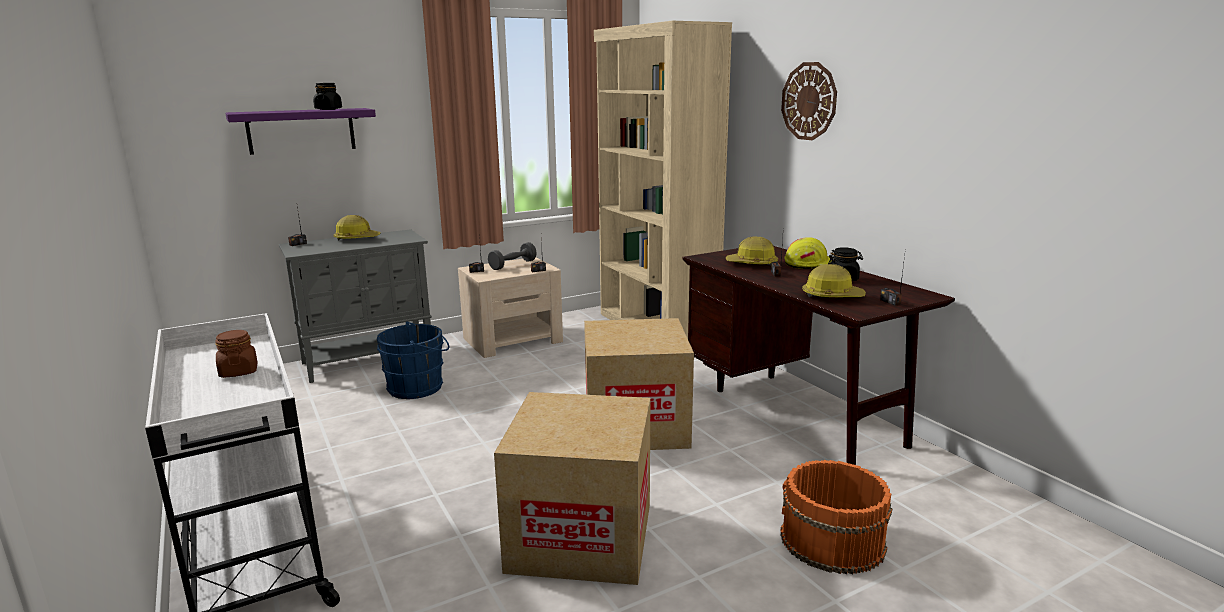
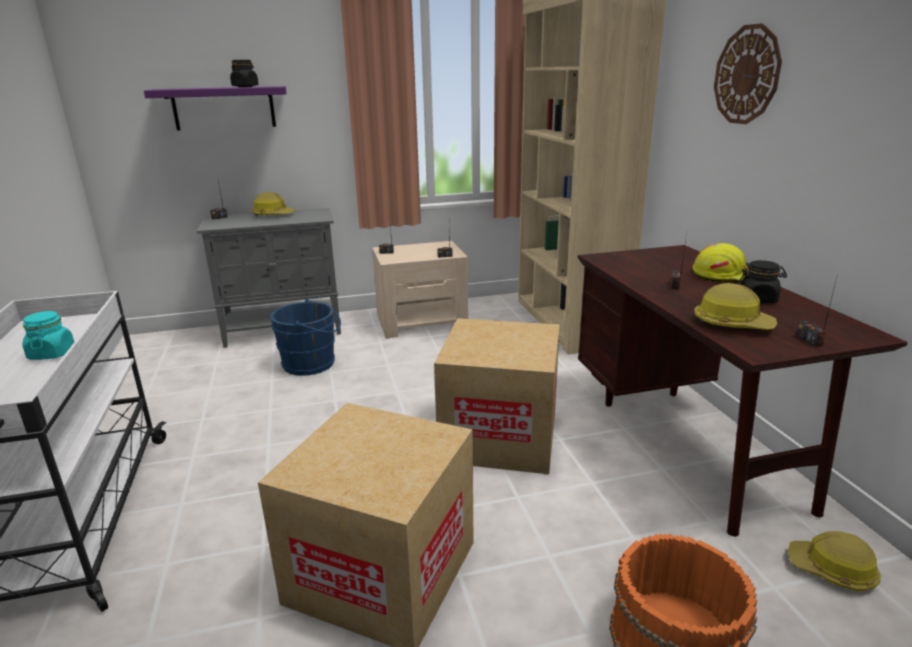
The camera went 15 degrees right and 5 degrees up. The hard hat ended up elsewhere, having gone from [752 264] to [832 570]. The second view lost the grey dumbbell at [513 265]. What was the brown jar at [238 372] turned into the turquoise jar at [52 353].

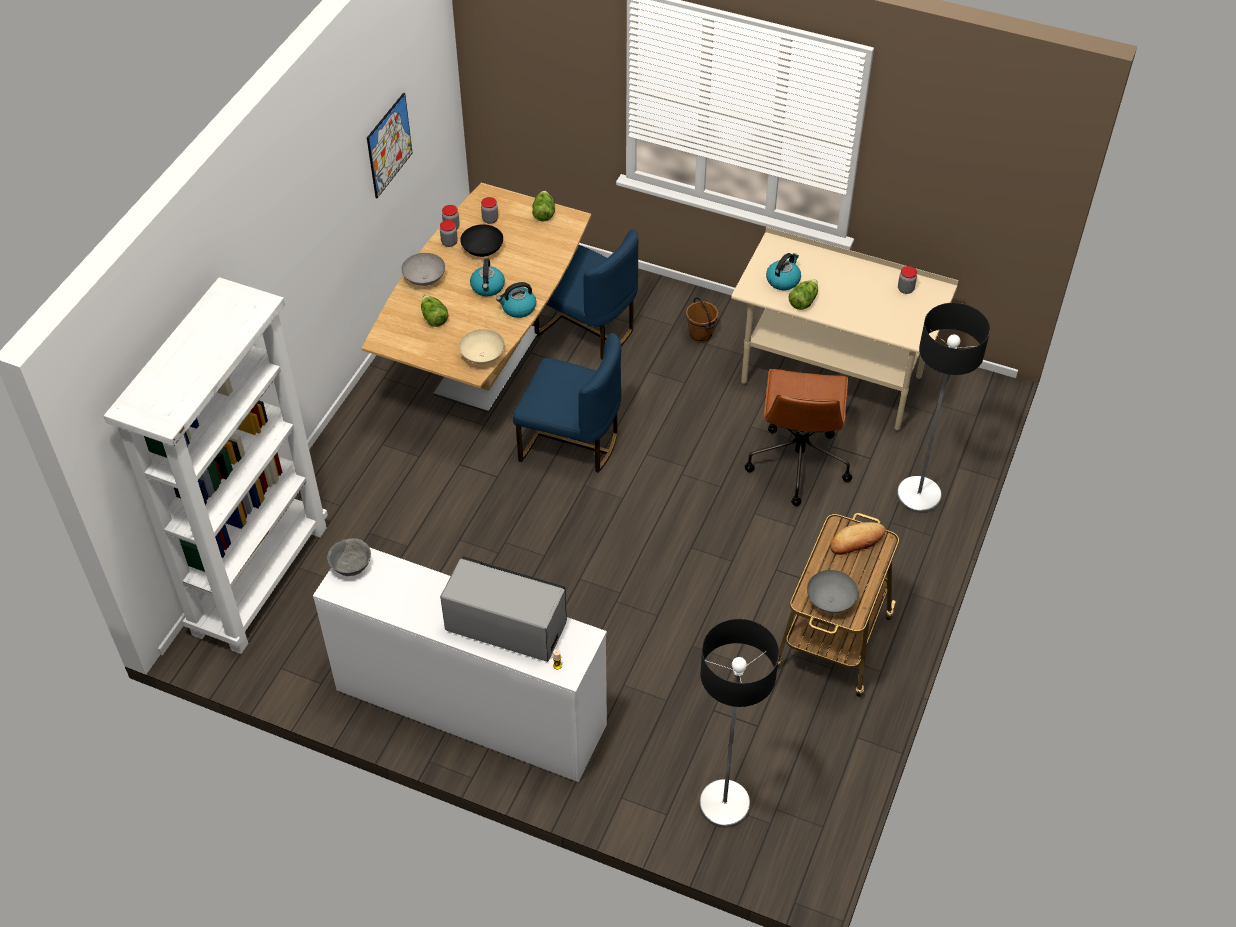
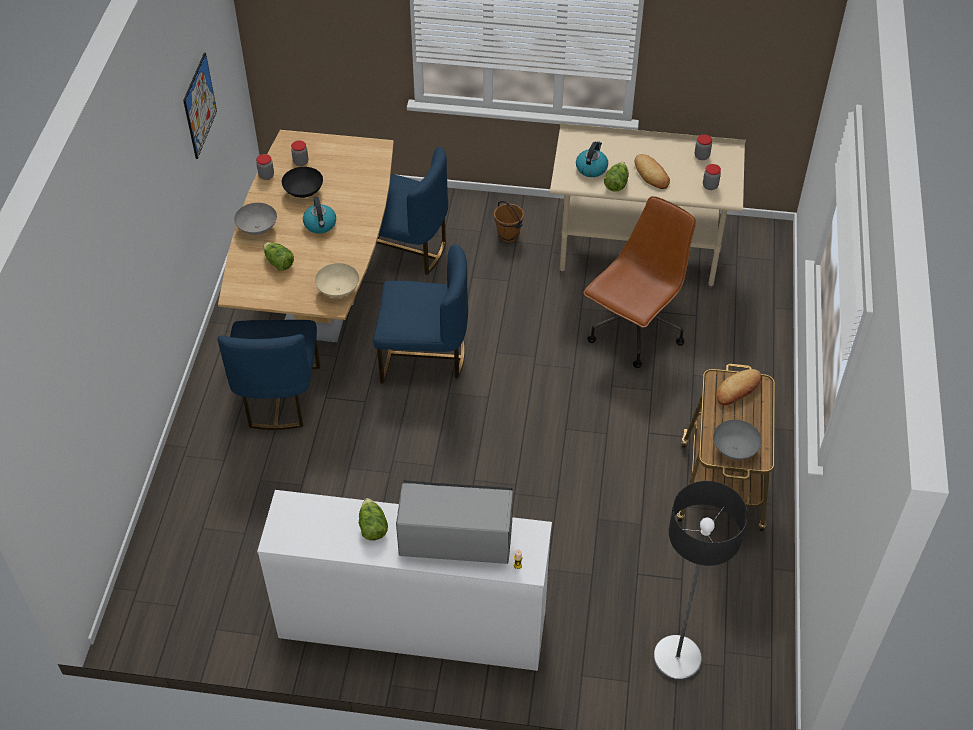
The camera went 15 degrees left and 0 degrees up. The lettuce ended up elsewhere, having gone from [543 213] to [372 526]. The jar ended up elsewhere, having gone from [449 242] to [710 186]. The second view lost the white bookcase at [260 578]. The second view lost the kettle at [518 308]. The second view lost the floor lamp at [919 495]. The brown office chair at [798 462] ended up facing another way, 135 degrees counterclockwise from before. The second view lost the grey bowl at [351 566]. The second view gained the bread at [651 174]. The second view gained the blue chair at [278 396].

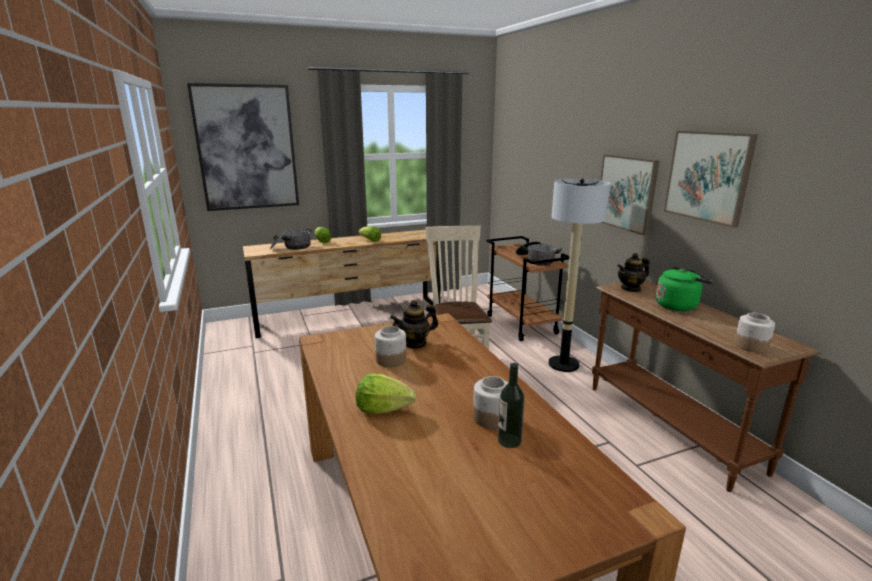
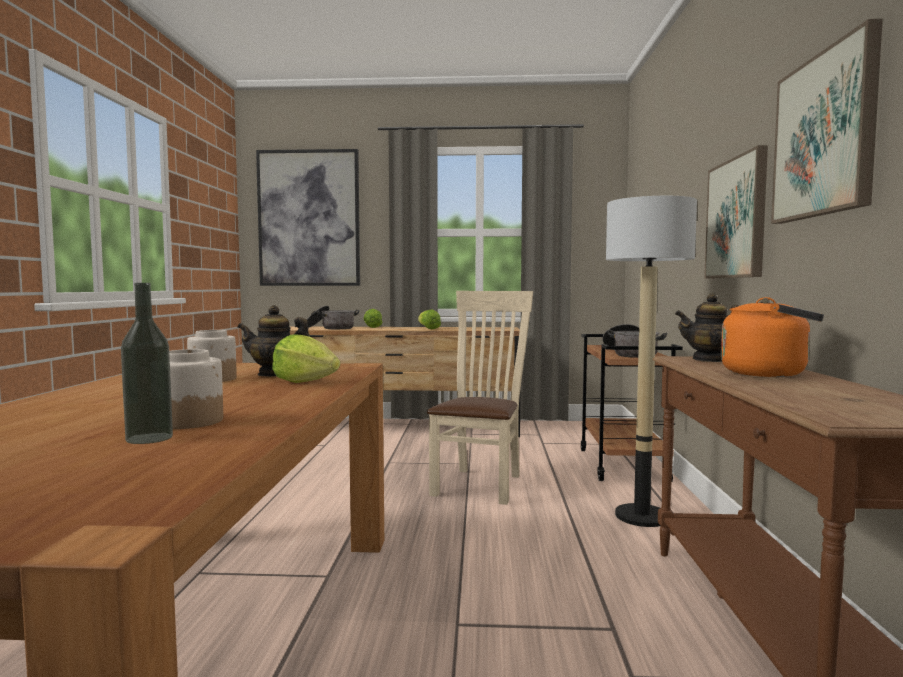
The camera went 25 degrees right and 15 degrees down. What was the green kettle at [678 305] turned into the orange kettle at [769 374]. The second view lost the jar at [750 346]. The lettuce ended up elsewhere, having gone from [383 409] to [305 382].

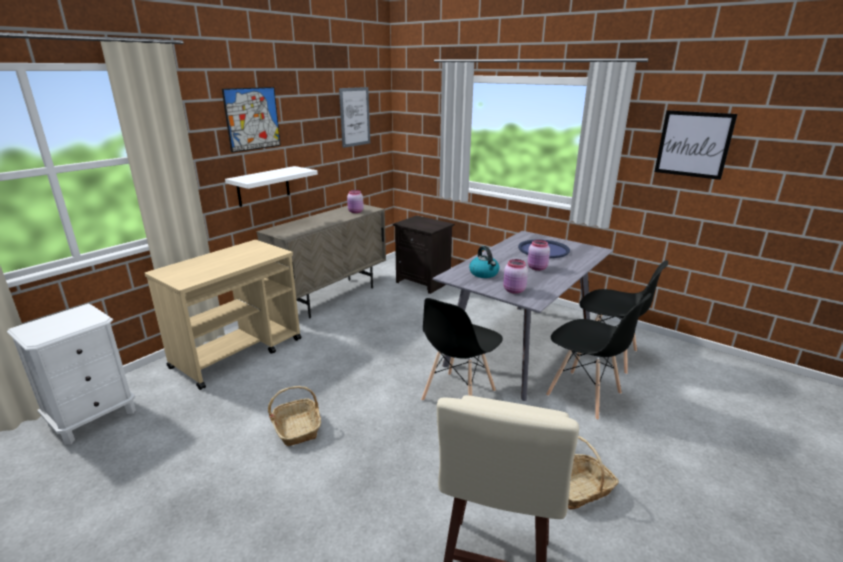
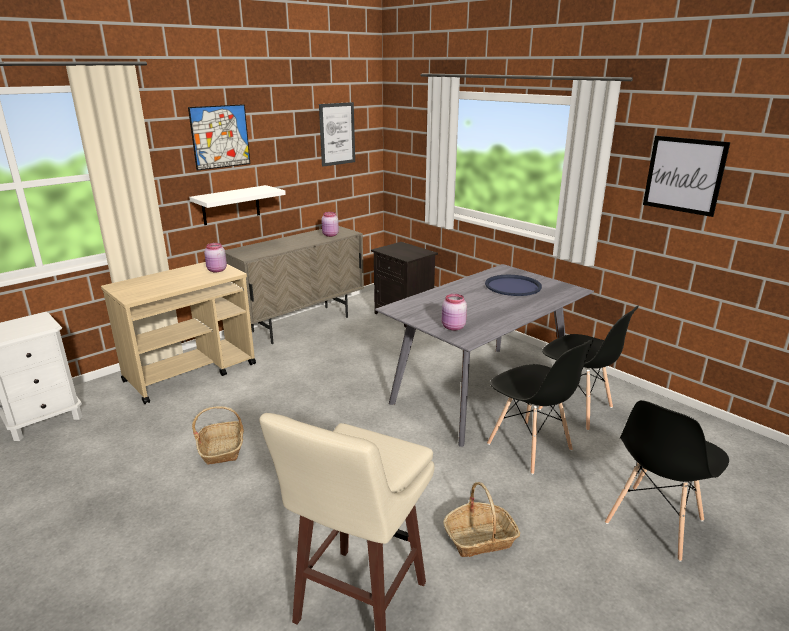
The camera went 10 degrees right and 0 degrees up. The pink jar ended up elsewhere, having gone from [537 268] to [216 270]. The second view lost the kettle at [484 273]. The black chair ended up elsewhere, having gone from [458 396] to [654 522].

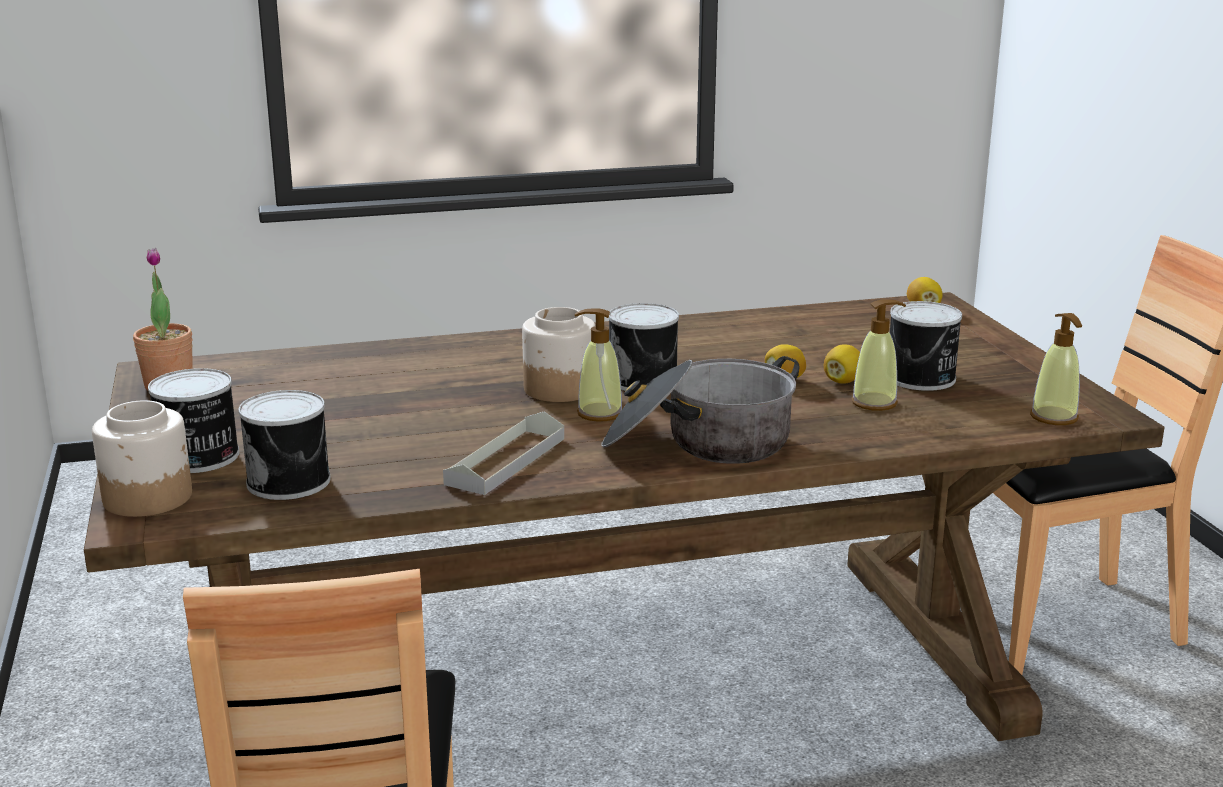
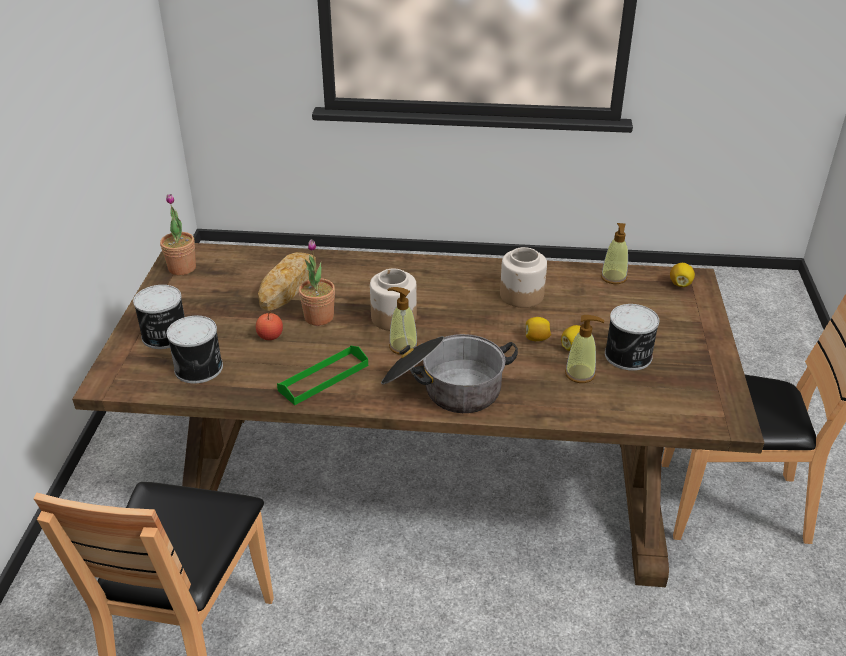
The camera went 20 degrees right and 15 degrees up. The second view lost the can at [645 380]. The soap dispenser ended up elsewhere, having gone from [1054 417] to [613 277]. The jar ended up elsewhere, having gone from [149 497] to [522 295]. What was the grey tray at [506 461] turned into the green tray at [323 378]. The second view gained the potted plant at [319 317]. The second view gained the bread at [289 286]. The second view gained the apple at [270 336].

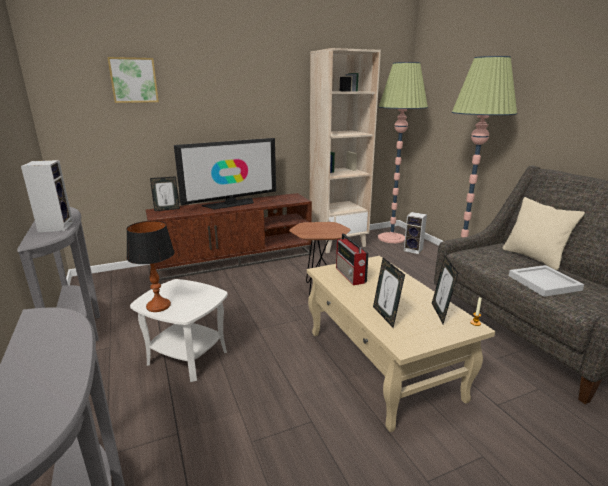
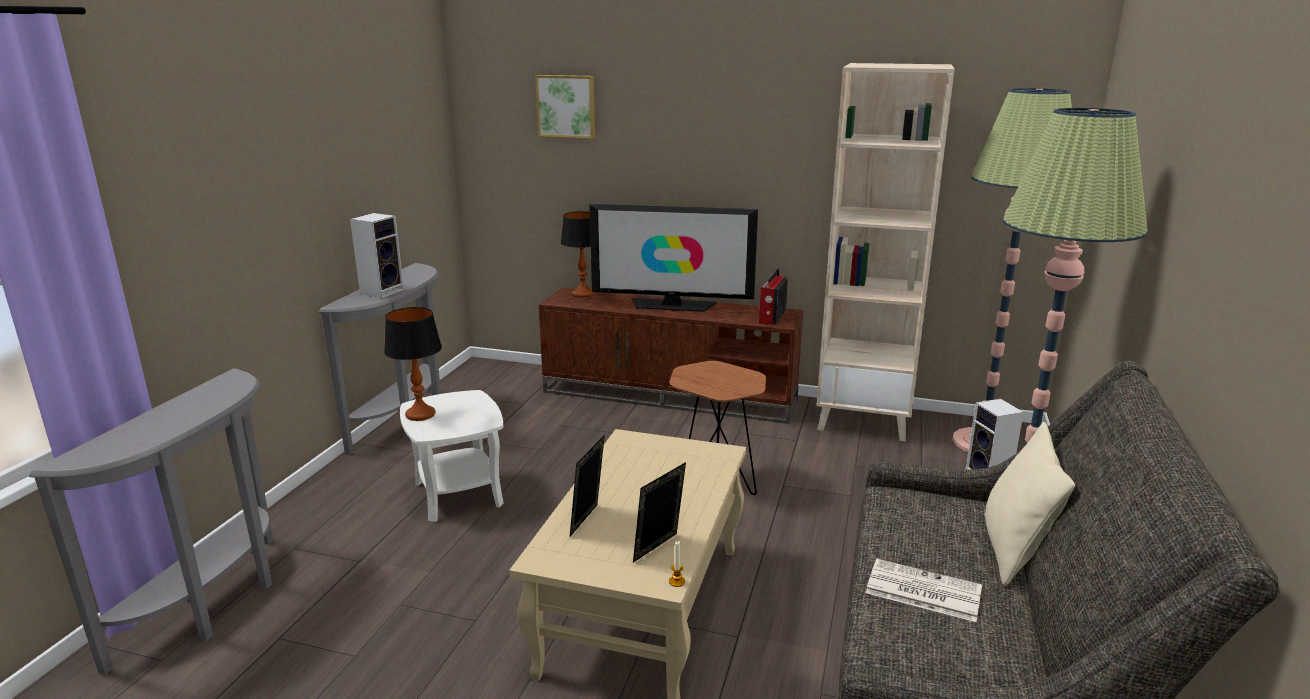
The camera went 40 degrees right and 0 degrees up. Where the picture frame stood at [167 209], the table lamp came to stand at [583 294]. The radio ended up elsewhere, having gone from [350 275] to [771 317]. Where the white tray stood at [544 283], the newspaper came to stand at [921 591].

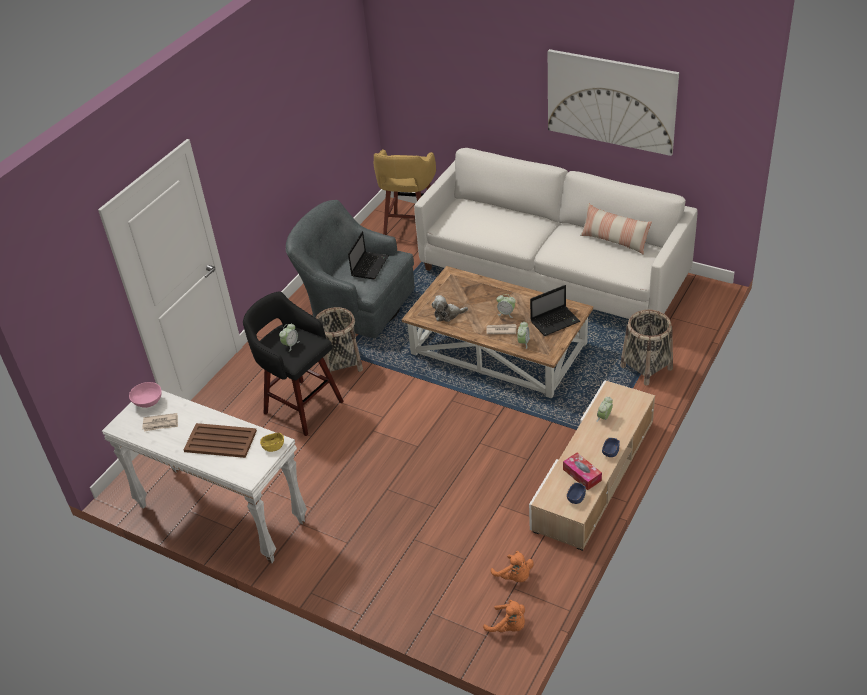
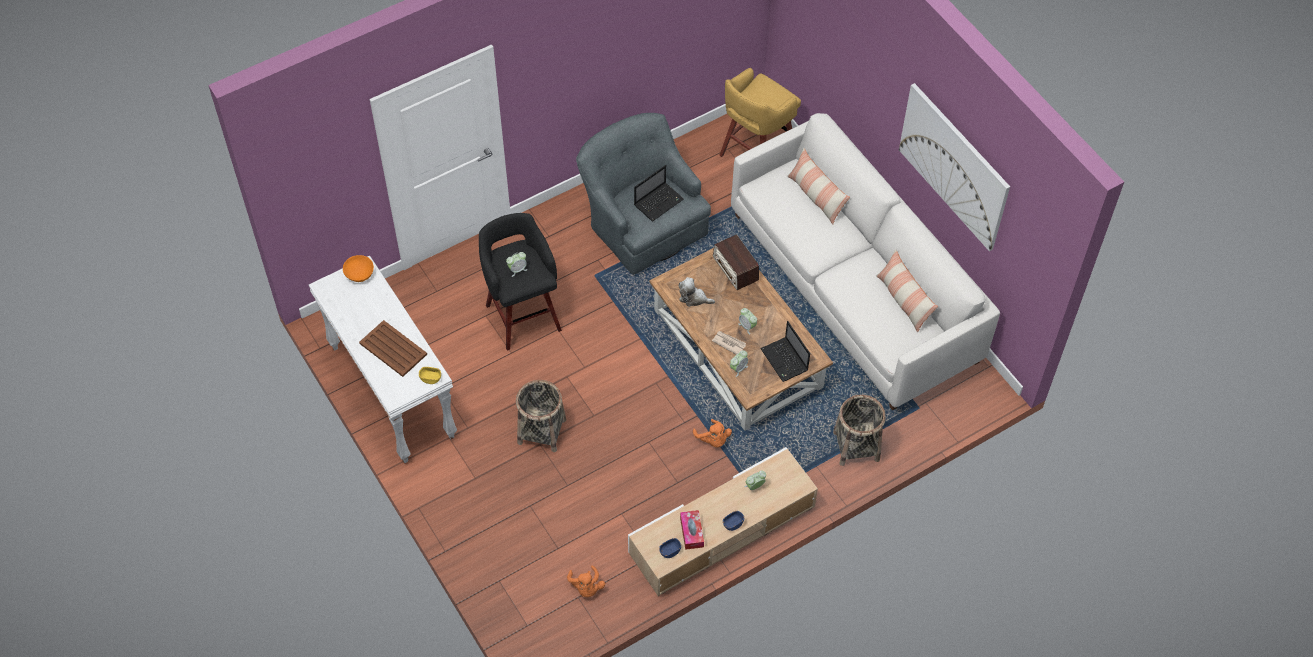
The camera went 25 degrees right and 15 degrees up. The laptop at [555 321] ended up facing another way, 60 degrees clockwise from before. The basket ended up elsewhere, having gone from [341 363] to [542 431]. What was the pink bowl at [148 402] turned into the orange bowl at [359 274]. The second view lost the newspaper at [161 423]. The orange plush toy ended up elsewhere, having gone from [508 626] to [713 440]. The second view gained the pillow at [816 196]. The second view gained the radio at [735 269].

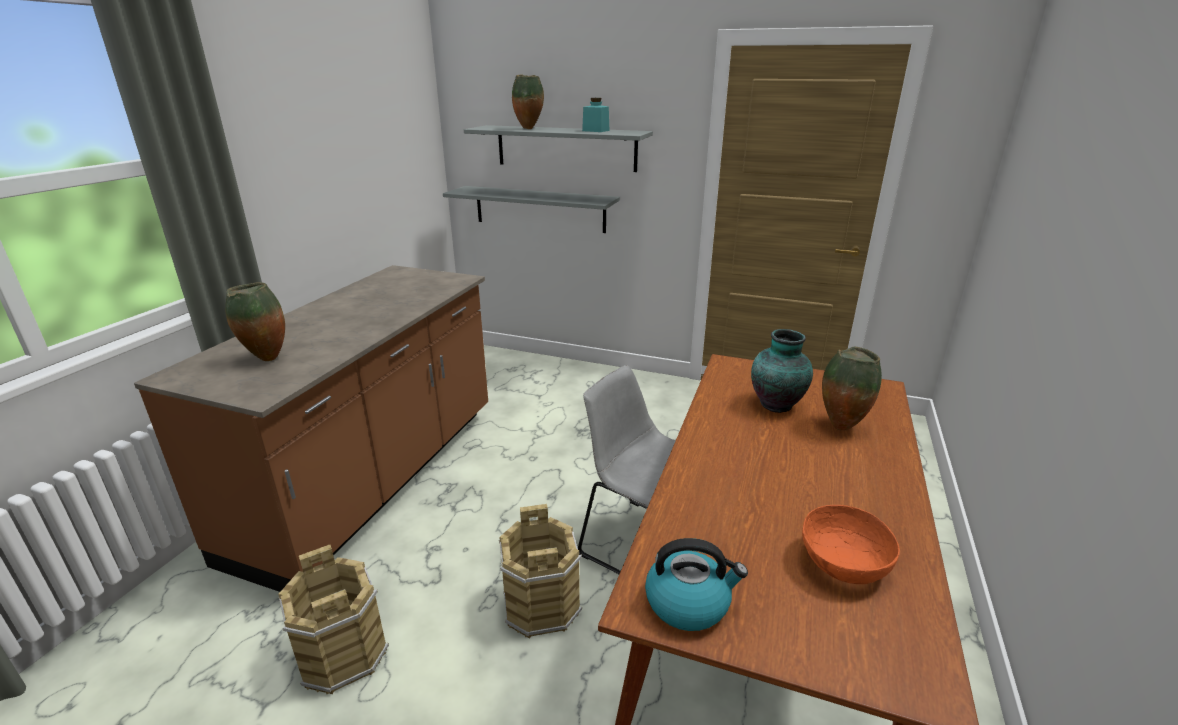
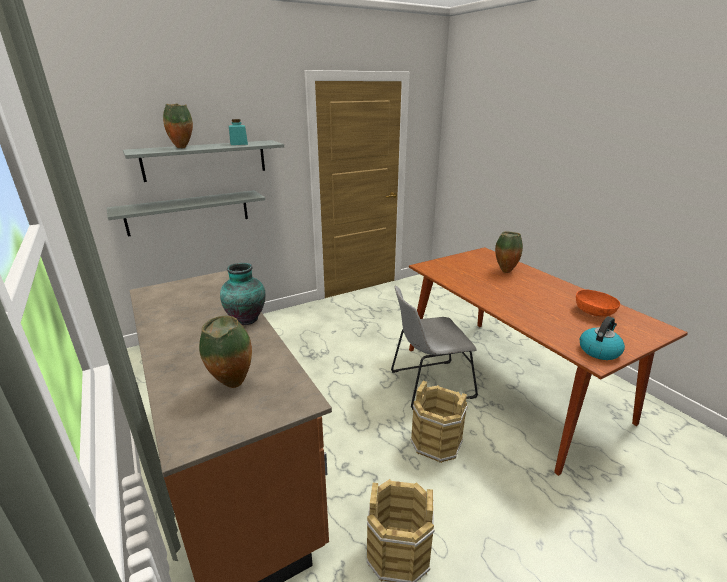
The camera went 50 degrees left and 0 degrees up. The vase ended up elsewhere, having gone from [777 404] to [246 318].

